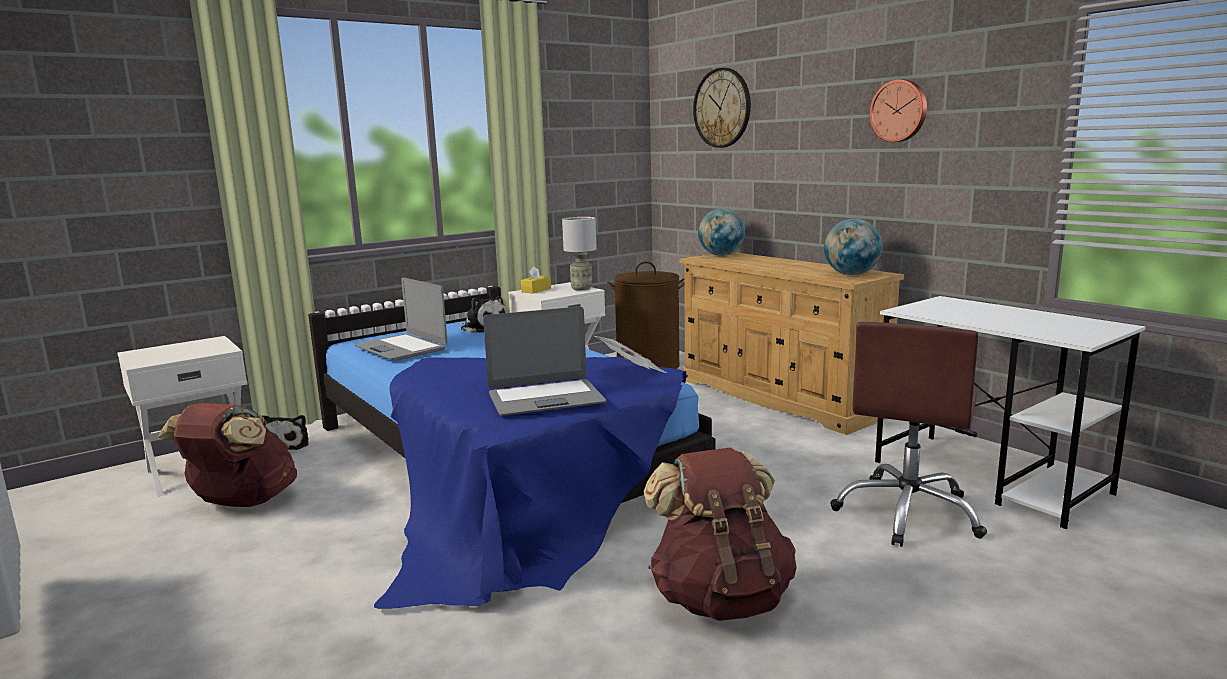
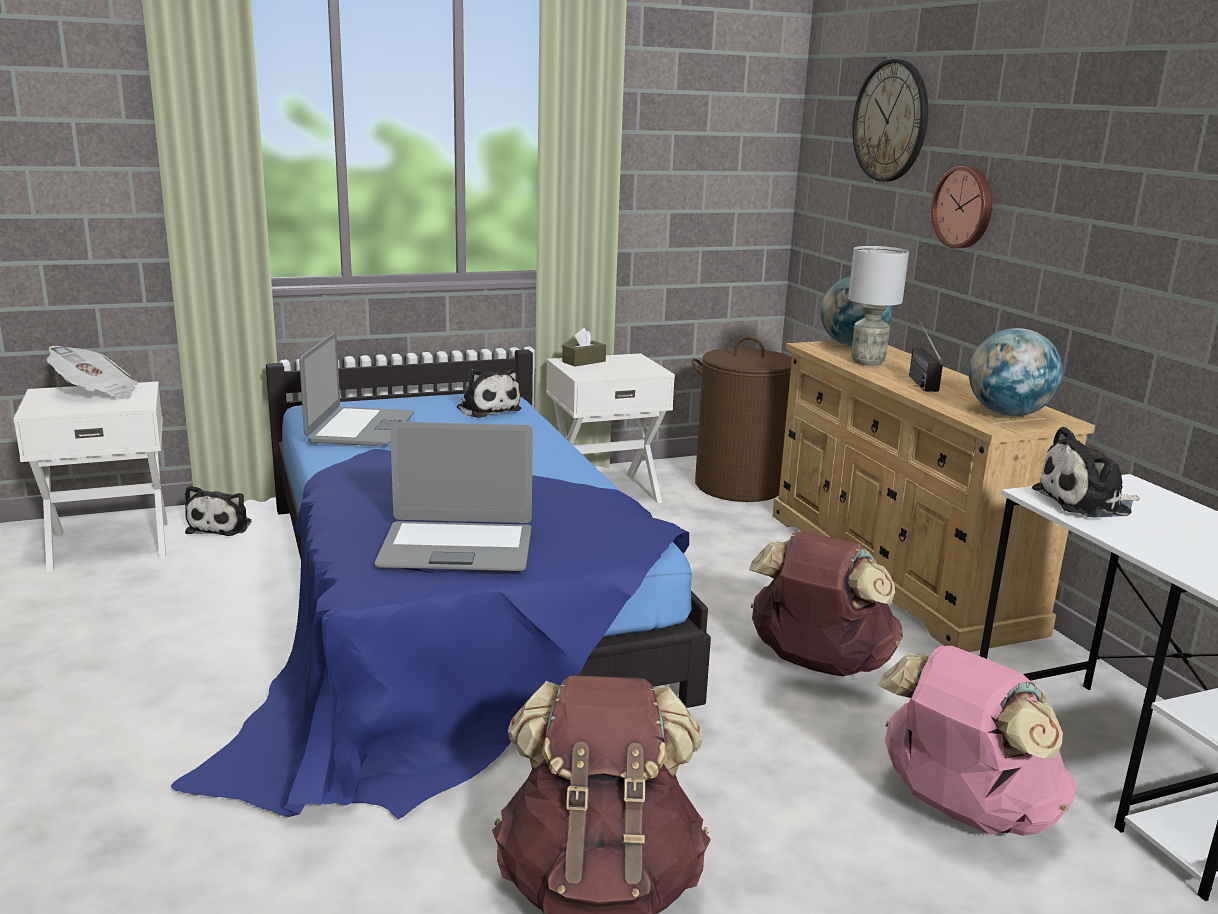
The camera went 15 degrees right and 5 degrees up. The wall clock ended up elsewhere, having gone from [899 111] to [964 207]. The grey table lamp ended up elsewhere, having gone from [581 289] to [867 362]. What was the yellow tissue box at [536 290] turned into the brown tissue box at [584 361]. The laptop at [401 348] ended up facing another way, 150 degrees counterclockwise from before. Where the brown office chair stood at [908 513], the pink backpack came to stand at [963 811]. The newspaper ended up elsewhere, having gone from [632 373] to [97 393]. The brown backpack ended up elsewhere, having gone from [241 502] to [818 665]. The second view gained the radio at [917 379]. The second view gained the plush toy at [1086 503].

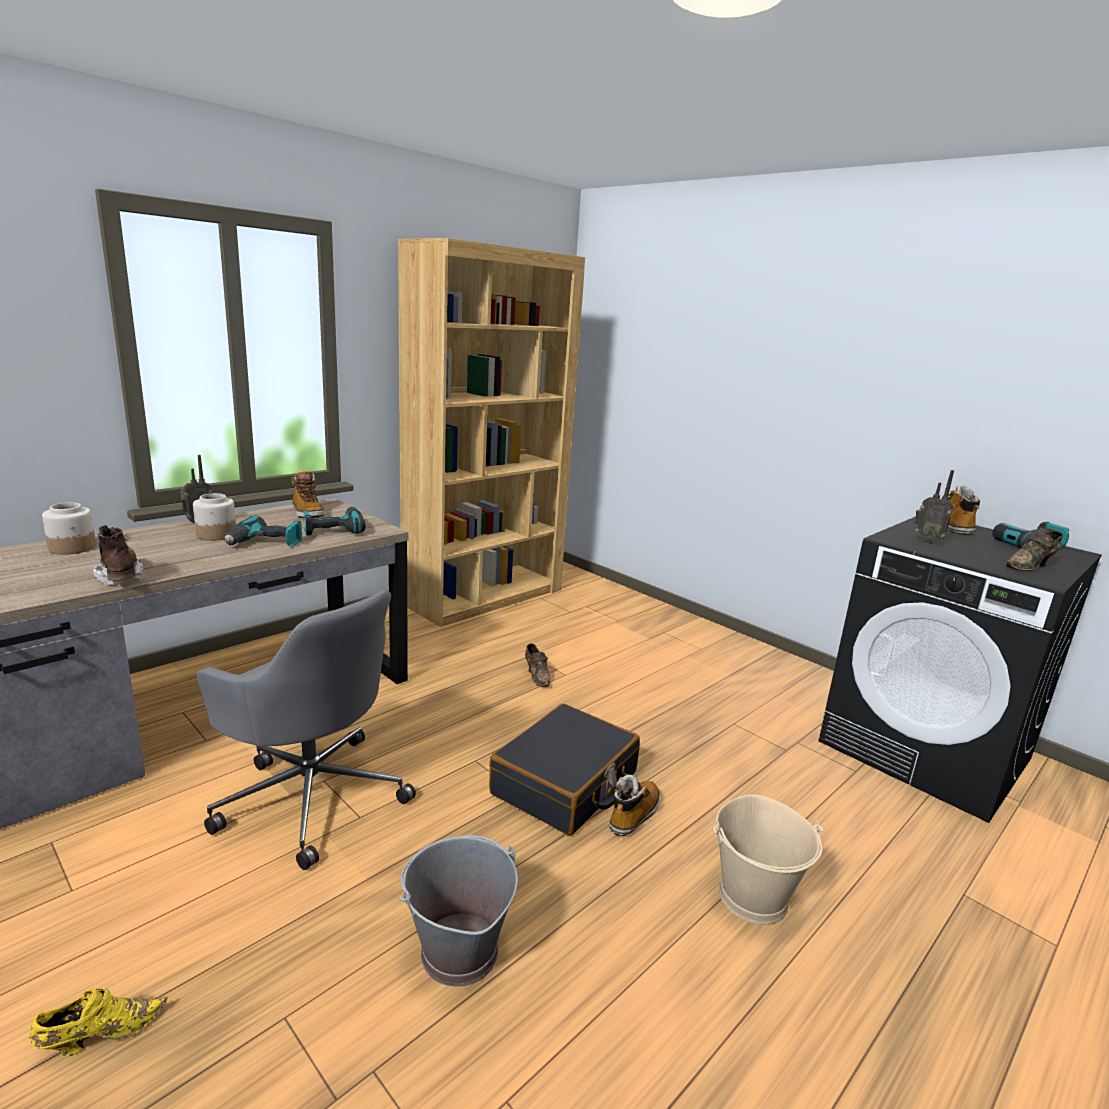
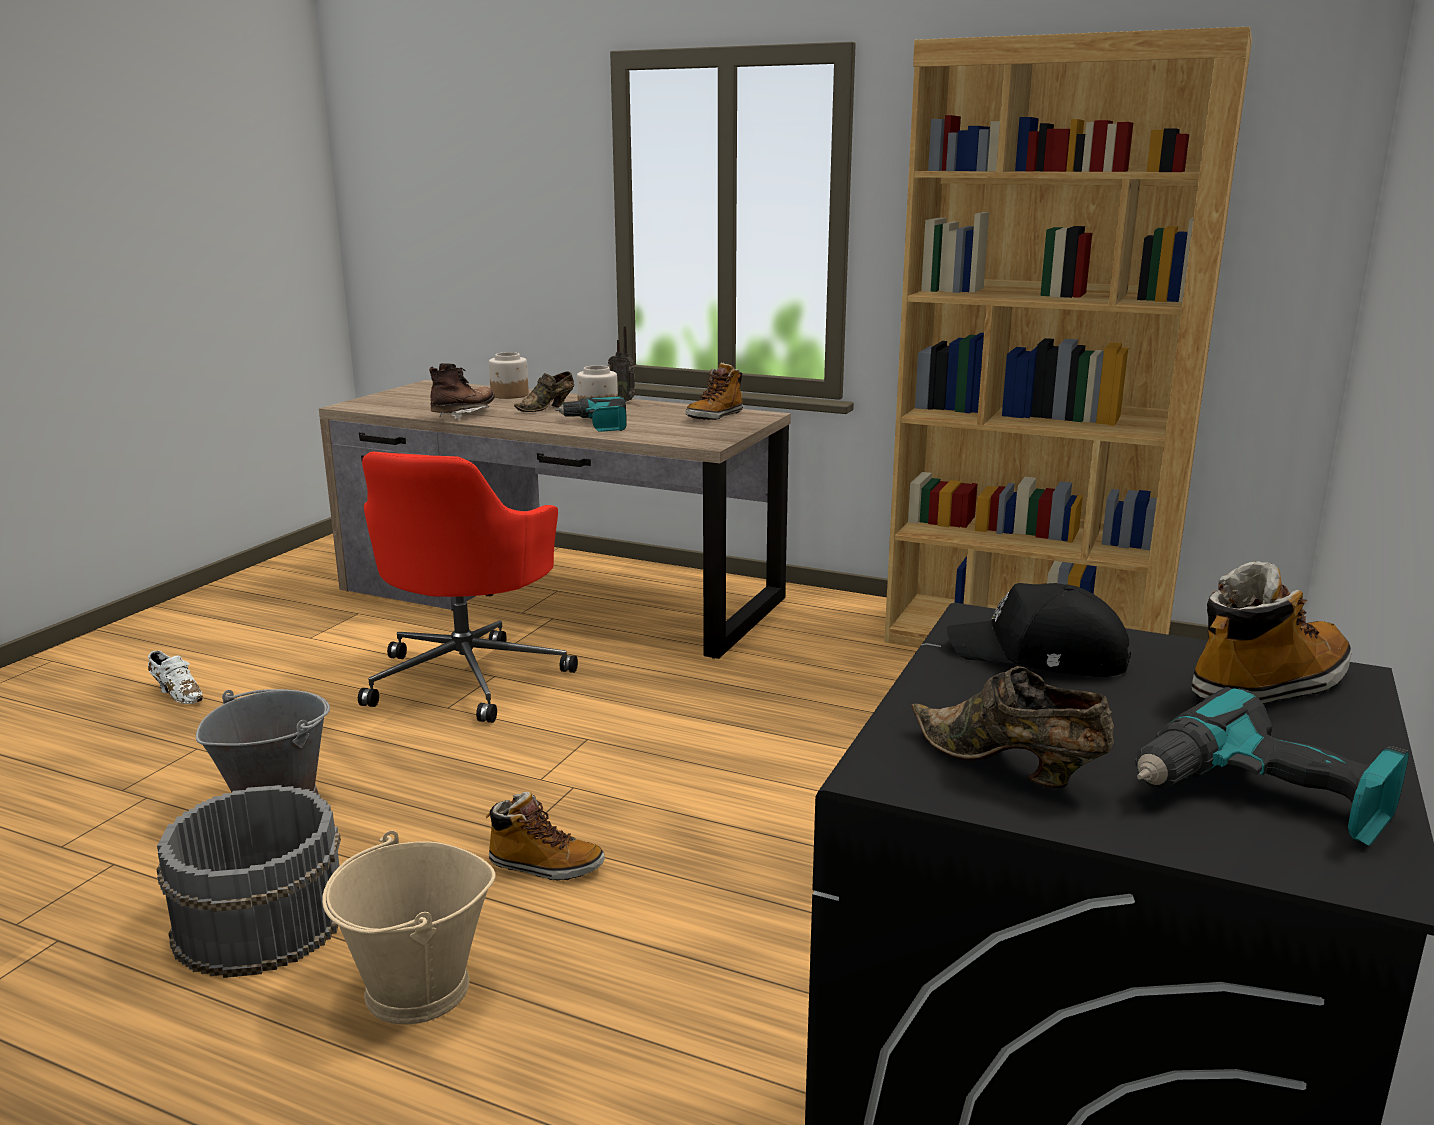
The camera went 70 degrees right and 0 degrees up. Where the radio stood at [926 541], the black cap came to stand at [1040 657]. The second view lost the power drill at [334 529]. What was the grey office chair at [311 795] turned into the red office chair at [468 677]. The brown shoe ended up elsewhere, having gone from [537 676] to [547 408]. The second view lost the black suitcase at [565 784]. What was the yellow shoe at [99 1036] turned into the white shoe at [178 694]. The second view gained the grey bucket at [259 920].

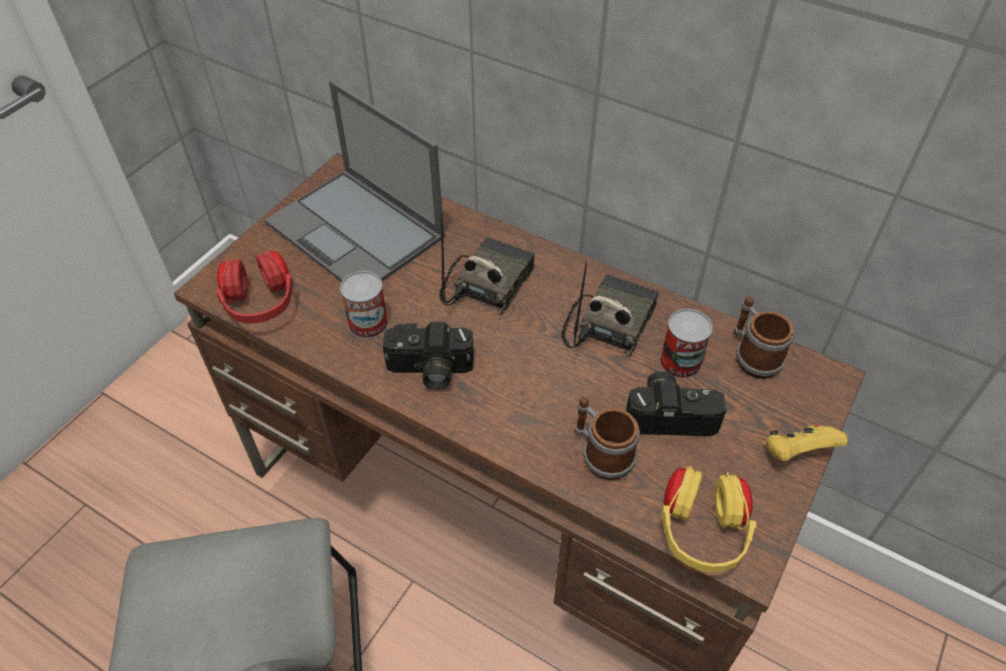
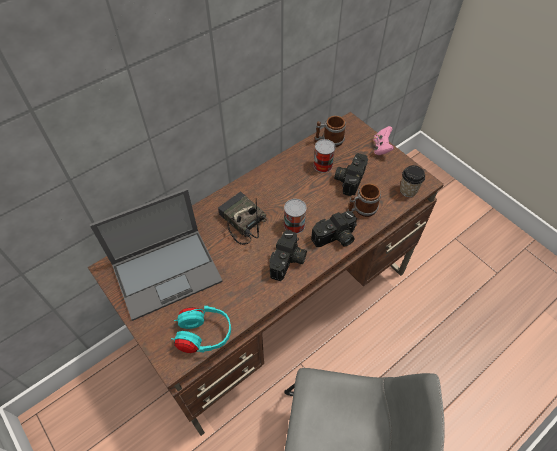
The camera went 70 degrees left and 5 degrees up. What was the red headphones at [261 304] turned into the turquoise headphones at [203 335]. The second view lost the radio at [608 323]. The can ended up elsewhere, having gone from [368 323] to [294 225]. What was the yellow game controller at [796 453] turned into the pink game controller at [381 148]. Where the yellow headphones stood at [701 531], the cup came to stand at [408 190]. The second view gained the photo camera at [335 238].

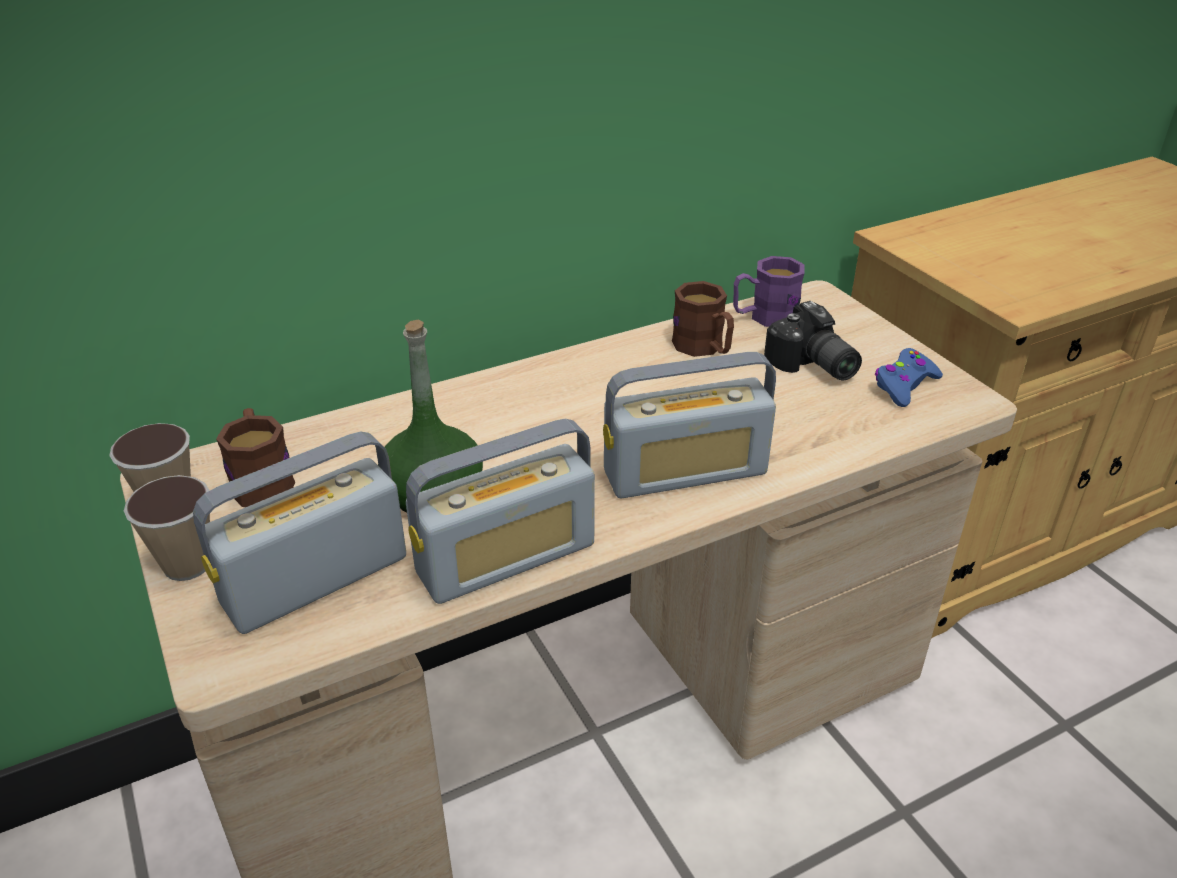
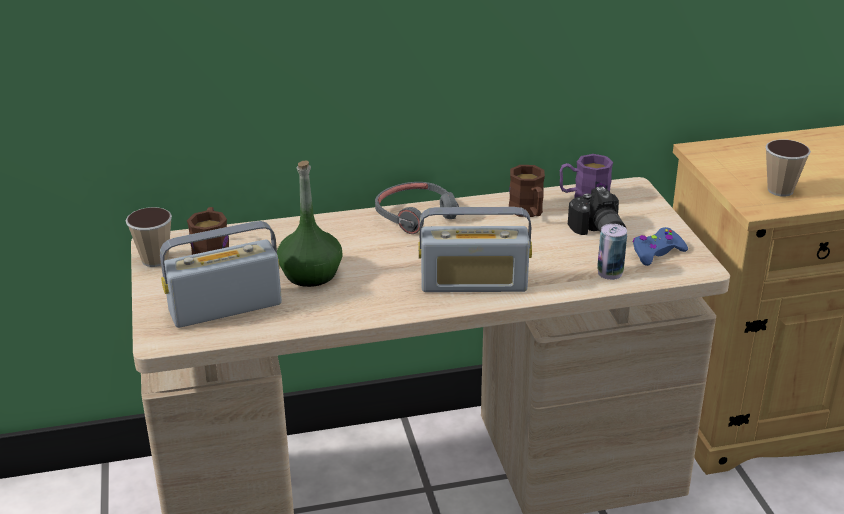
The camera went 15 degrees right and 5 degrees down. The second view lost the radio at [506 558]. The cup ended up elsewhere, having gone from [187 565] to [780 190]. The second view gained the grey headphones at [415 215]. The second view gained the can at [610 273].

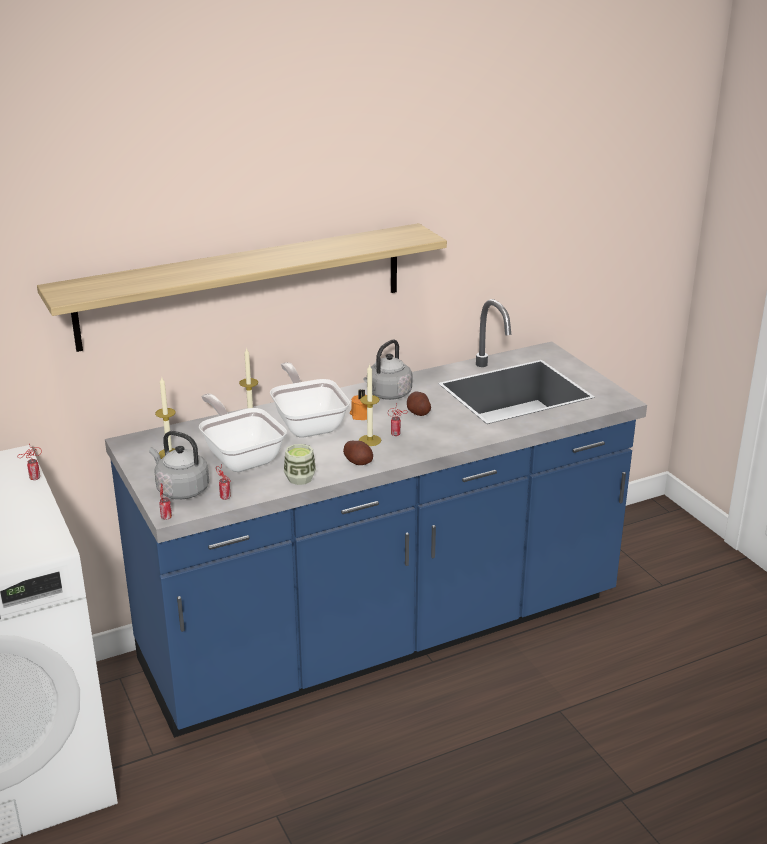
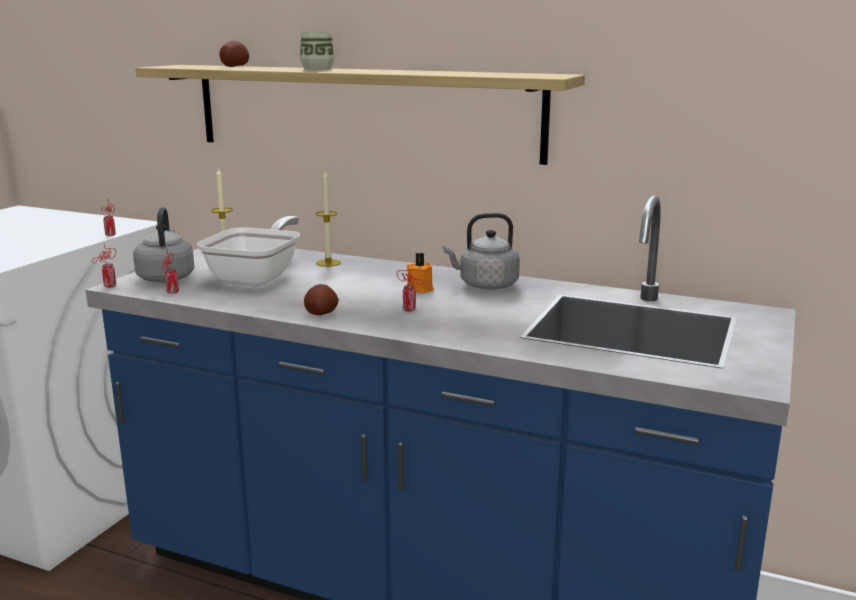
The camera went 50 degrees right and 10 degrees down. The second view lost the frying pan at [308 423]. The second view lost the candle at [370 440]. The potato ended up elsewhere, having gone from [418 412] to [234 66]. The cup ended up elsewhere, having gone from [300 478] to [317 69].

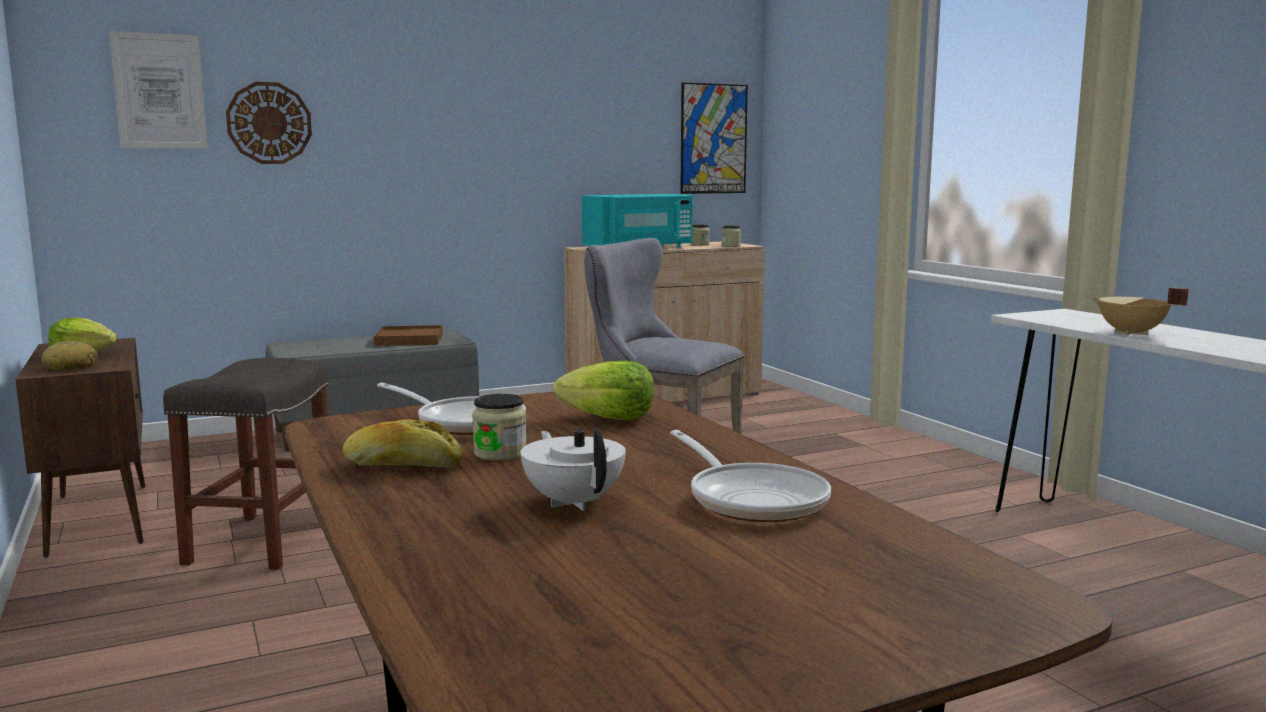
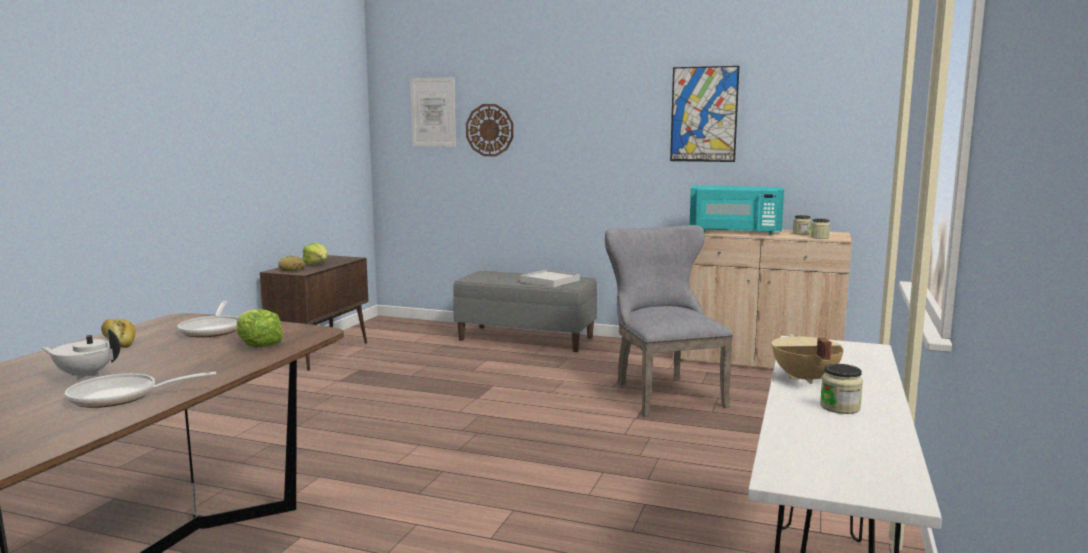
The camera went 45 degrees right and 0 degrees up. The picture ended up elsewhere, having gone from [713 139] to [704 114]. What was the brown tray at [409 339] turned into the white tray at [550 281]. The second view lost the grey stool at [262 541]. The jar ended up elsewhere, having gone from [500 453] to [840 407]. The white teapot at [574 502] ended up facing another way, 105 degrees counterclockwise from before. The frying pan at [752 499] ended up facing another way, 60 degrees clockwise from before.

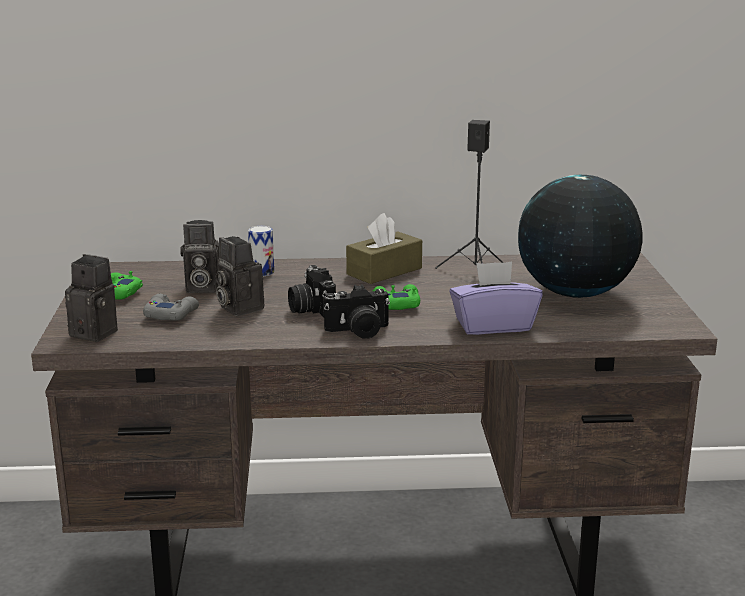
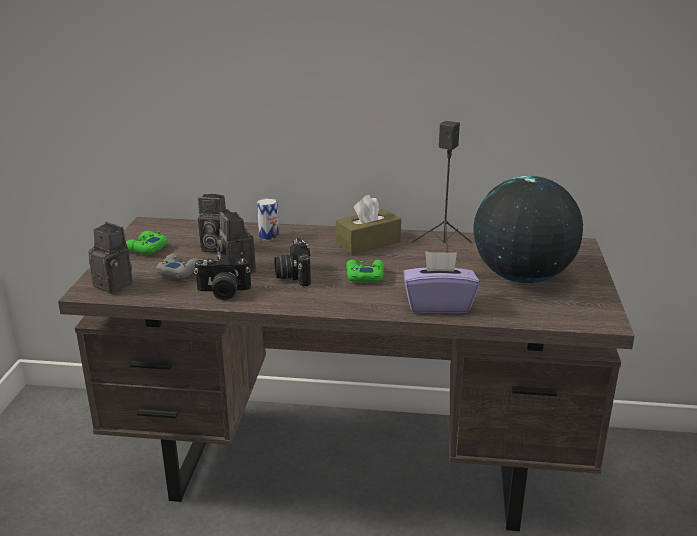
The camera went 10 degrees right and 5 degrees up. The photo camera ended up elsewhere, having gone from [358 331] to [223 292].

